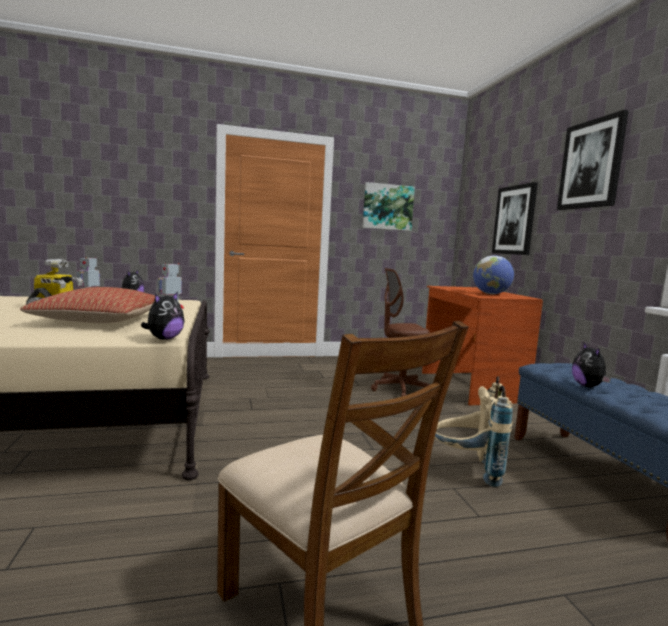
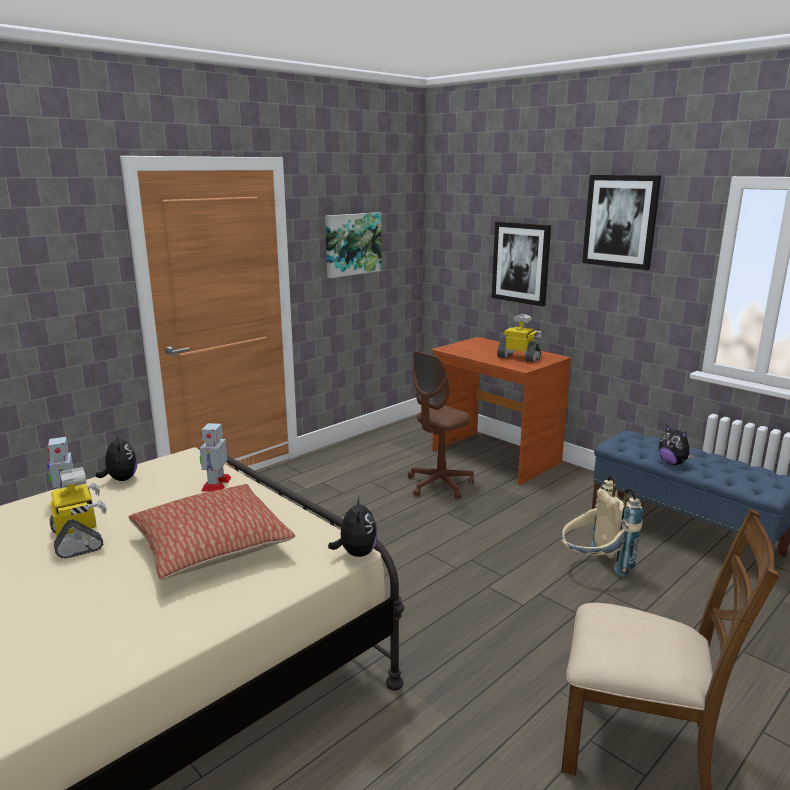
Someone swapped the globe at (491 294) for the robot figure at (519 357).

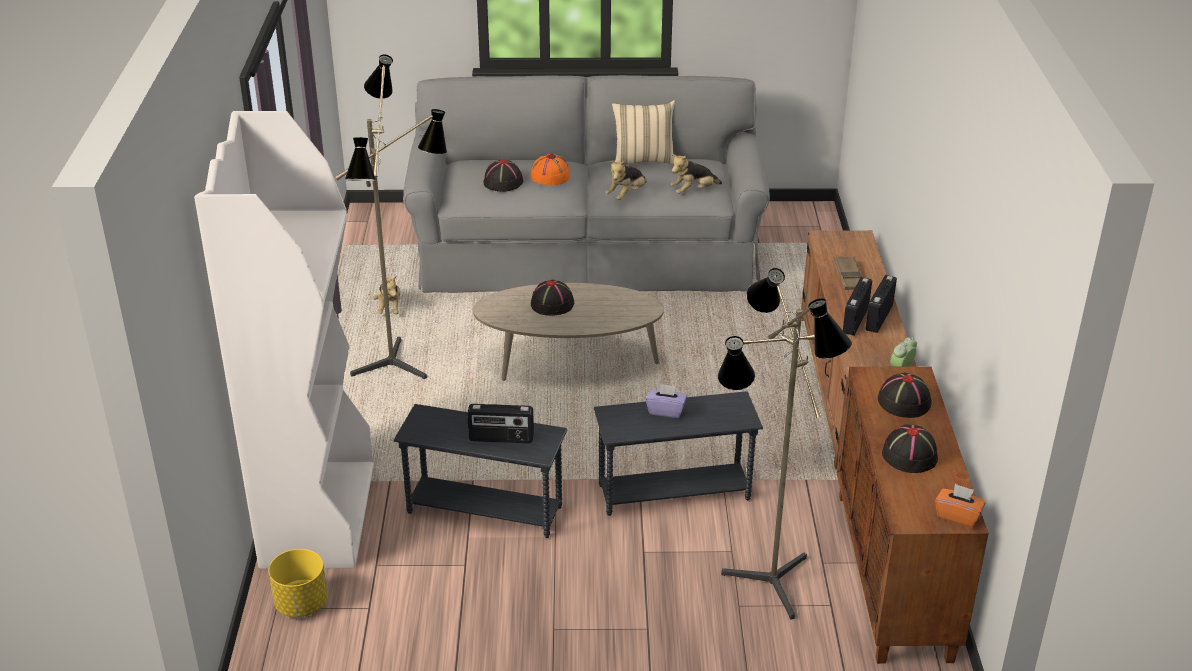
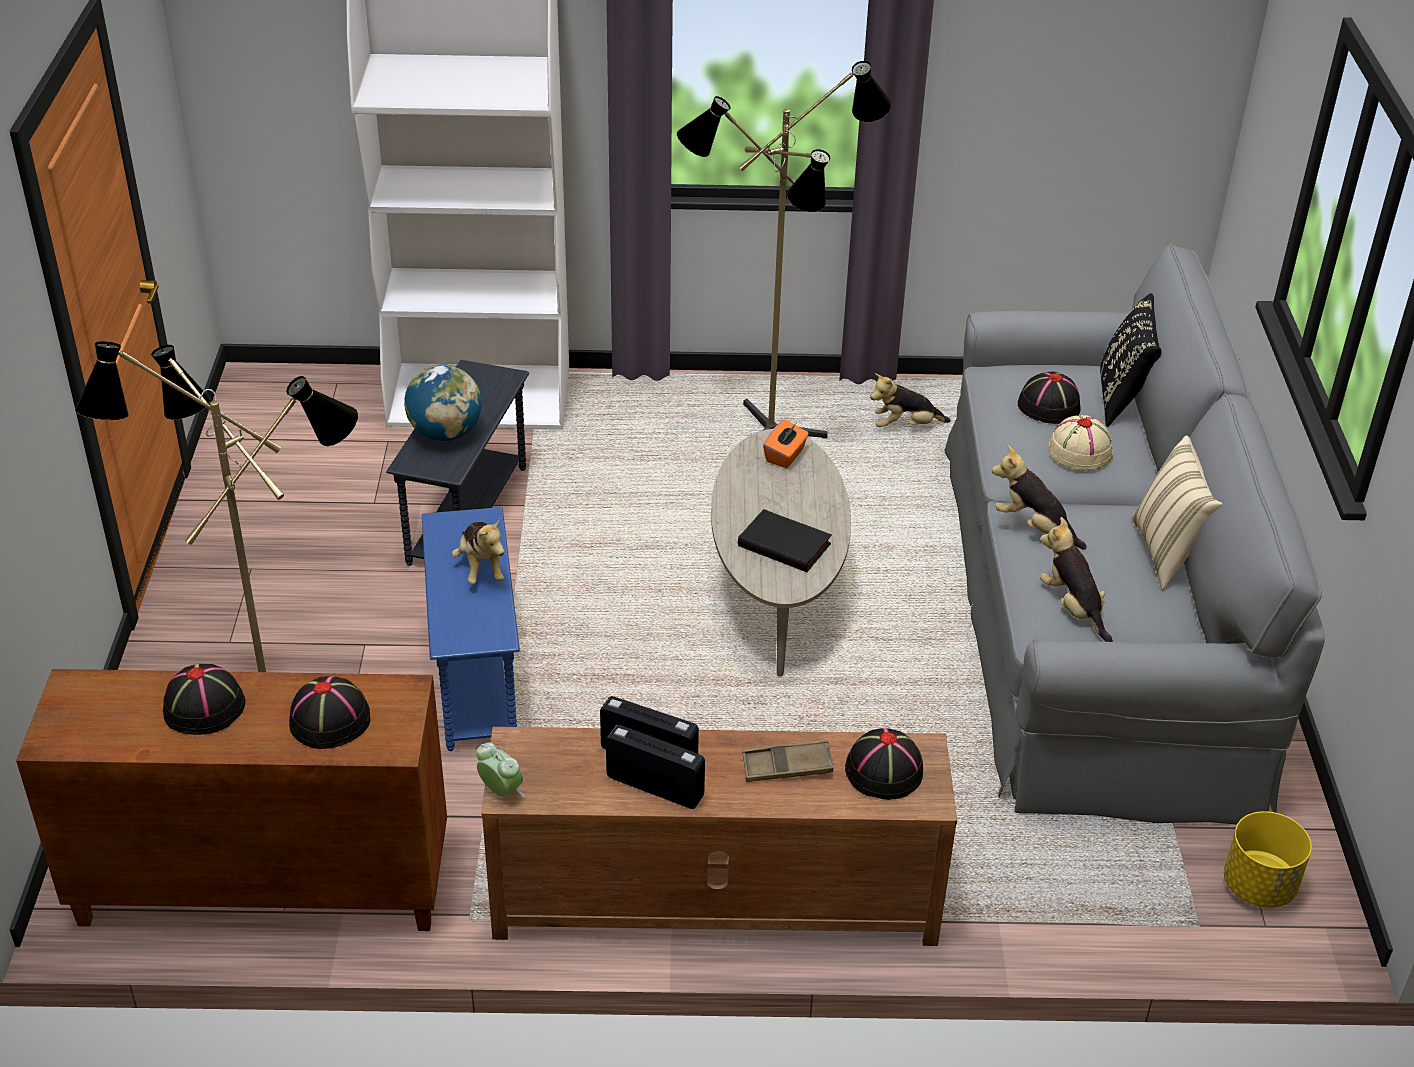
Someone repainted the orangey wearable hat at (550 176), which became the beige wearable hat at (1079 450). Someone carried the black wearable hat from (552 304) to (884 772). Someone swapped the purple-coloured tissue holder at (666 411) for the plush toy at (481 568). Someone repainted the gray end table at (674 493), which became the blue end table at (474 678). Someone swapped the radio at (501 439) for the globe at (445 433). Someone carried the orangey tissue holder from (957 516) to (785 456). Someone carried the yellow-coloured planter from (301 604) to (1258 885). Someone put down the black cushion at (1123 399). Someone put down the black book at (786 544).

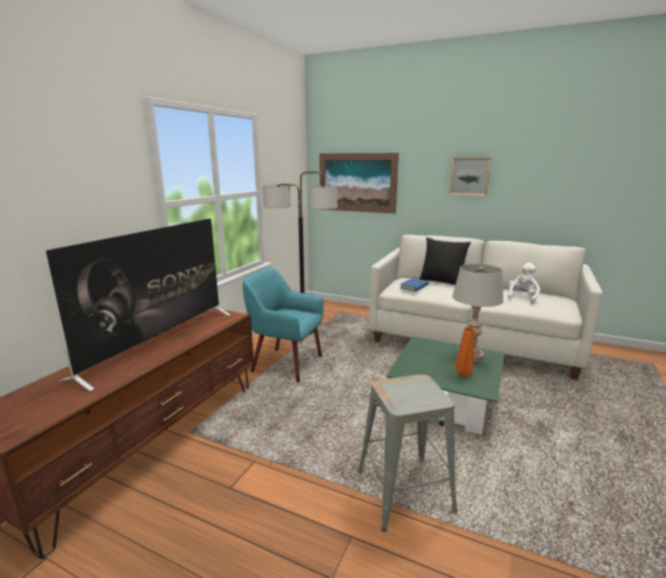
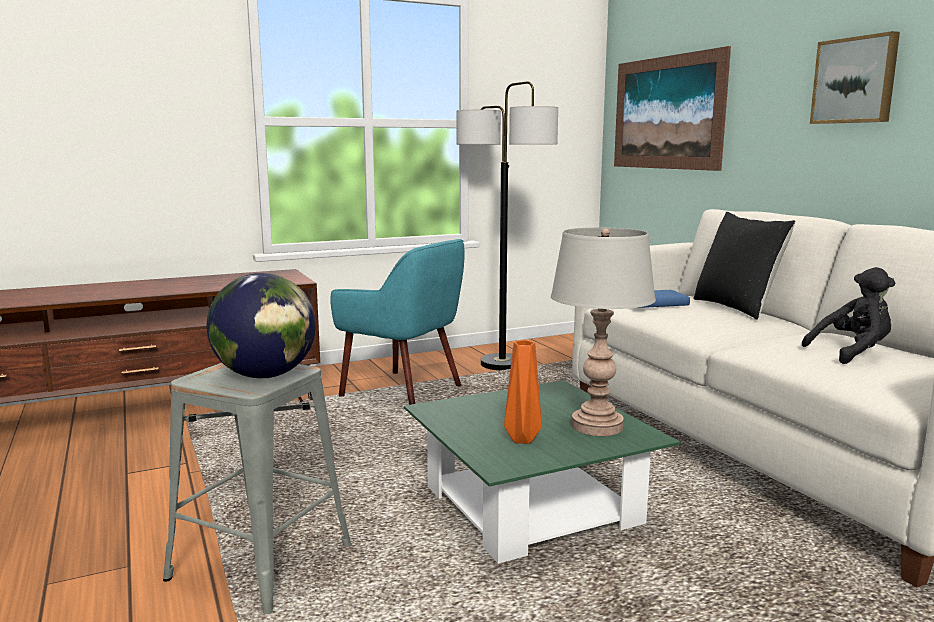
Someone took away the TV set at (160 342). Someone repainted the white-coloured plush toy at (522 297), which became the black plush toy at (852 353). Someone rotated the blue-green armchair at (286 364) by 150 degrees clockwise. Someone put down the globe at (265 376).

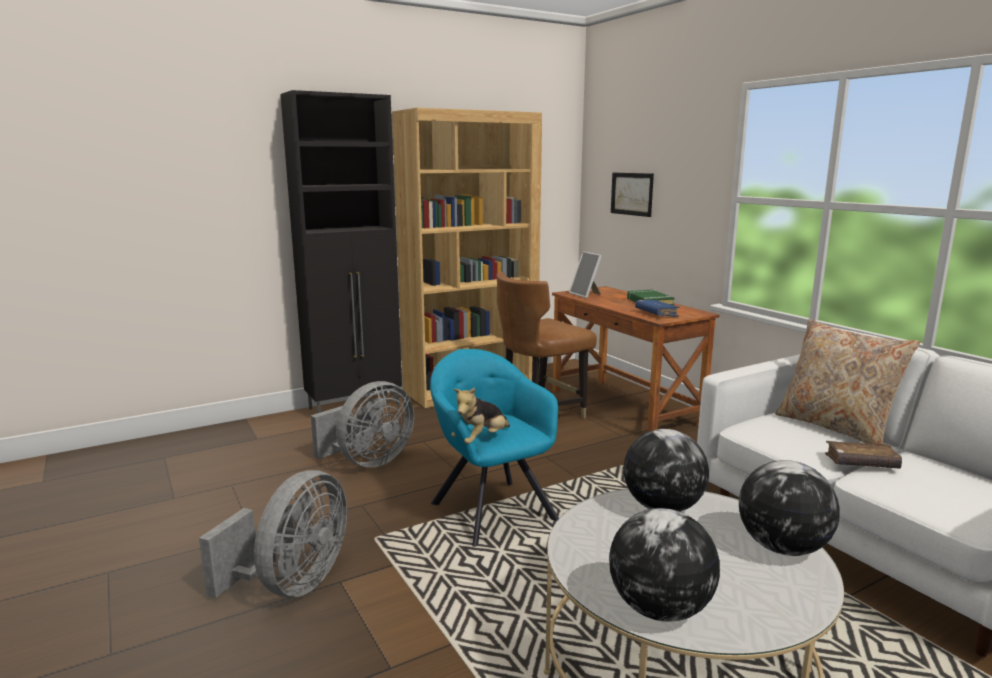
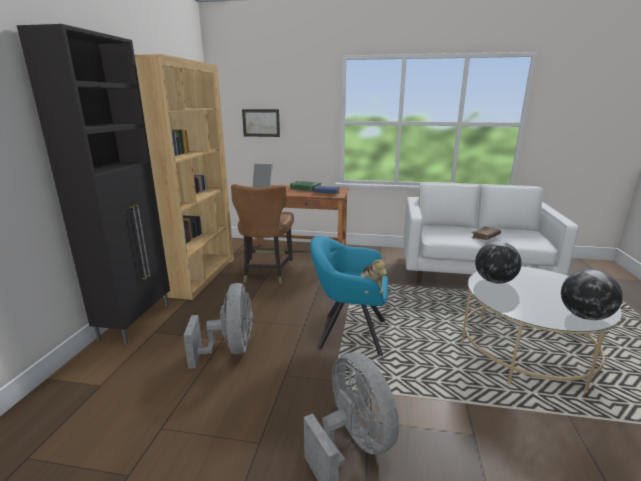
Someone took away the beige cushion at (835 427). Someone took away the globe at (782 548).

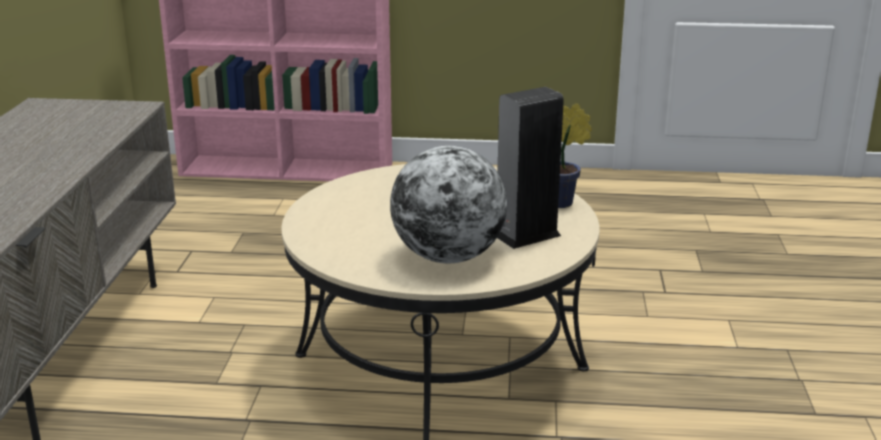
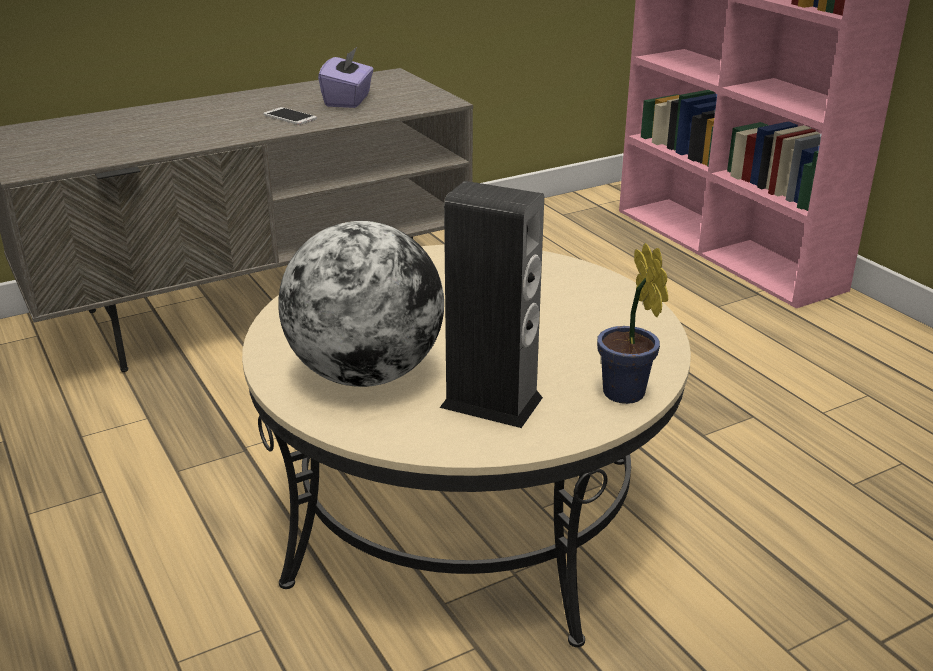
Someone put down the purple-coloured tissue holder at (348 100). Someone put down the phone at (290 117).

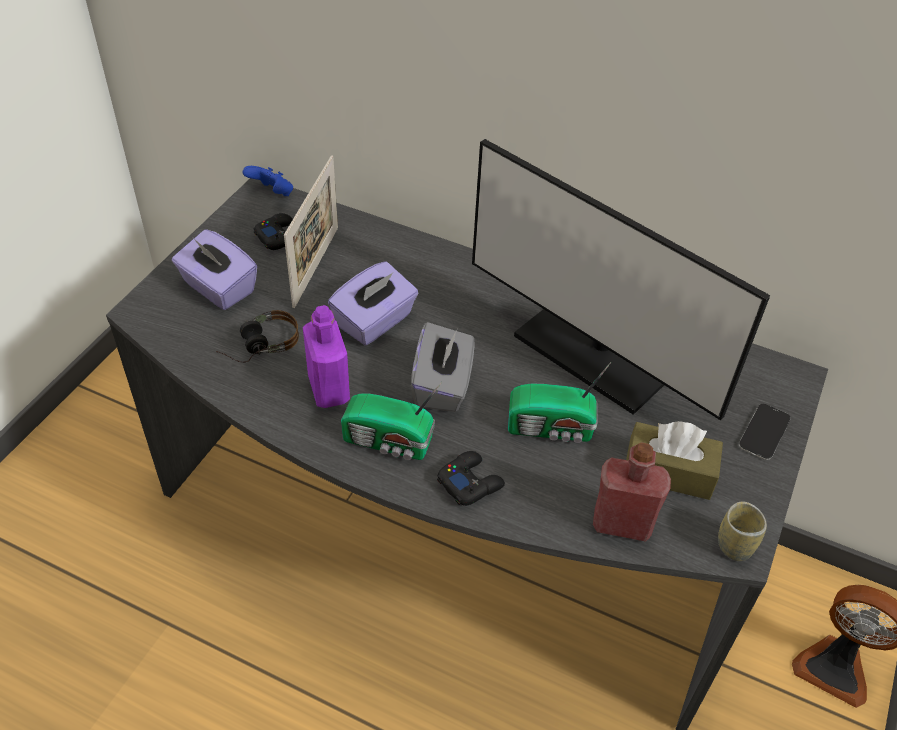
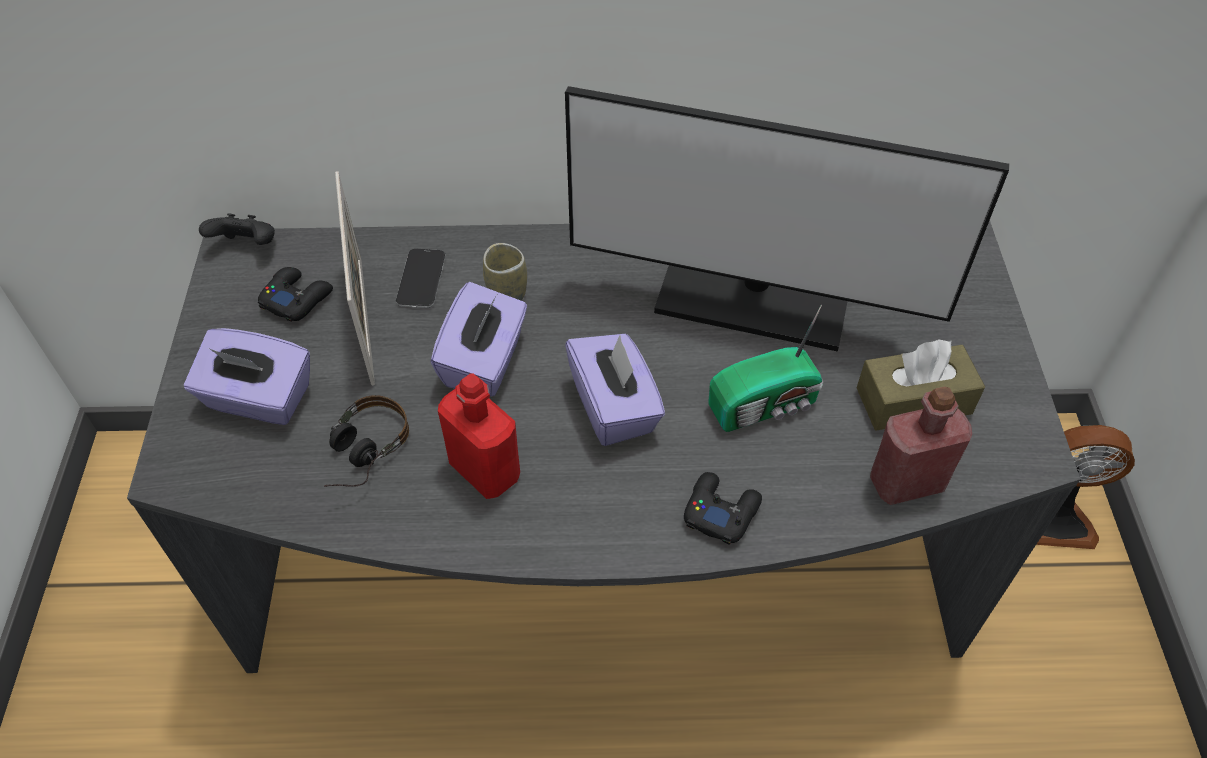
Someone repainted the blue gamepad at (272 194), which became the black gamepad at (247 246). Someone repainted the purple-coloured bottle at (329 389), which became the red-coloured bottle at (485 470). Someone repainted the gray tissue holder at (442 385), which became the purple-coloured tissue holder at (614 407). Someone took away the radio at (389 442). Someone carried the phone from (764 432) to (421 279). Someone carried the drinking cup from (734 546) to (507 292).

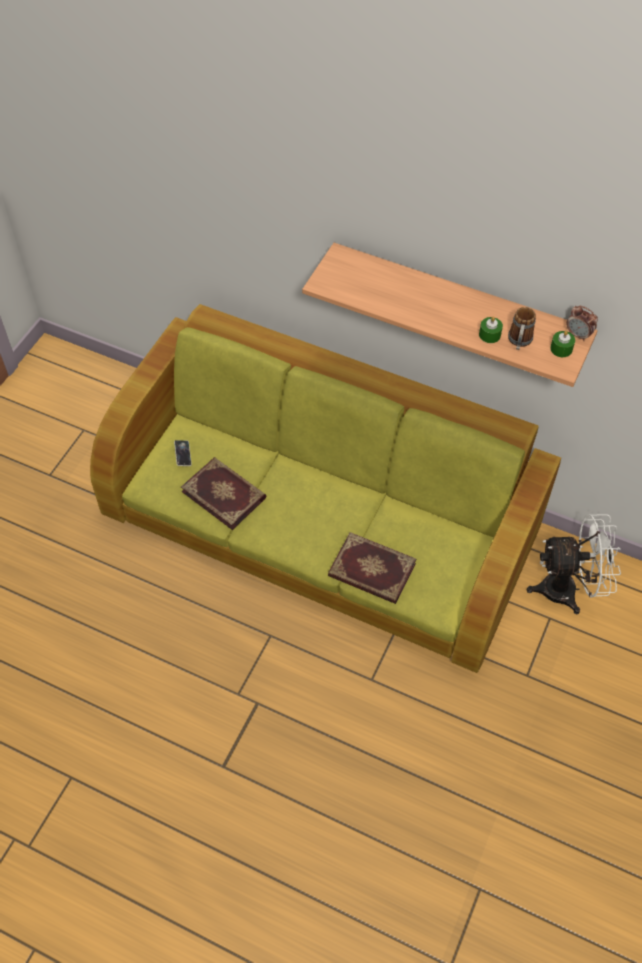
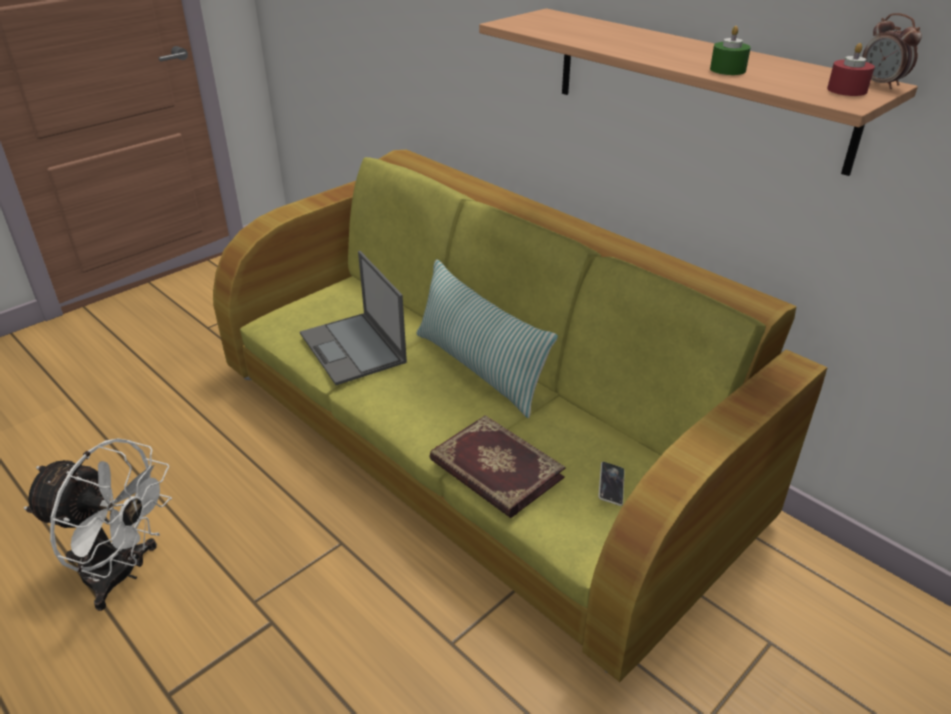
Someone took away the tea mug at (519 342). Someone repainted the green candle at (561 349), which became the red-coloured candle at (847 90). Someone carried the phone from (183 454) to (611 486). Someone swapped the book at (224 494) for the notebook computer at (353 348). Someone carried the white-coloured electric fan from (568 589) to (122 574). Someone put down the cushion at (479 368).

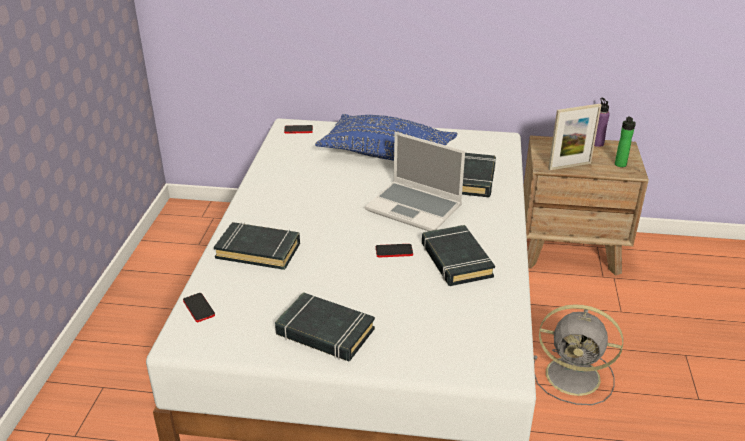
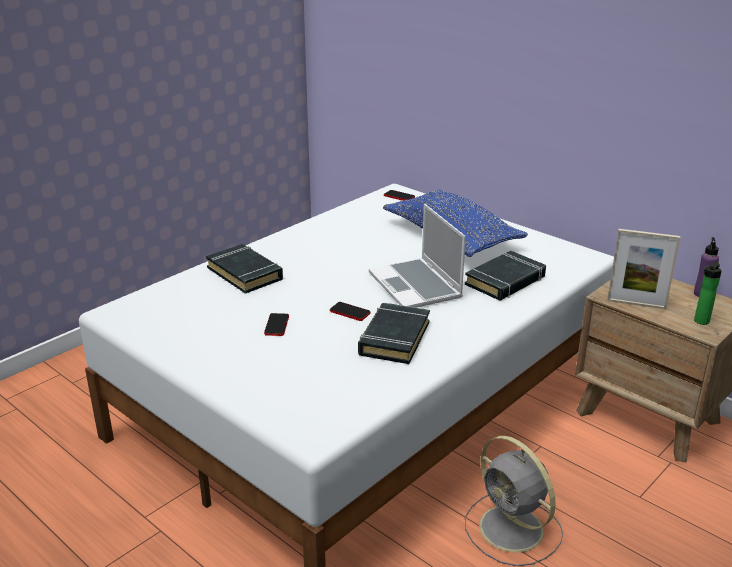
Someone took away the black book at (324 332). Someone carried the phone from (199 308) to (276 325).

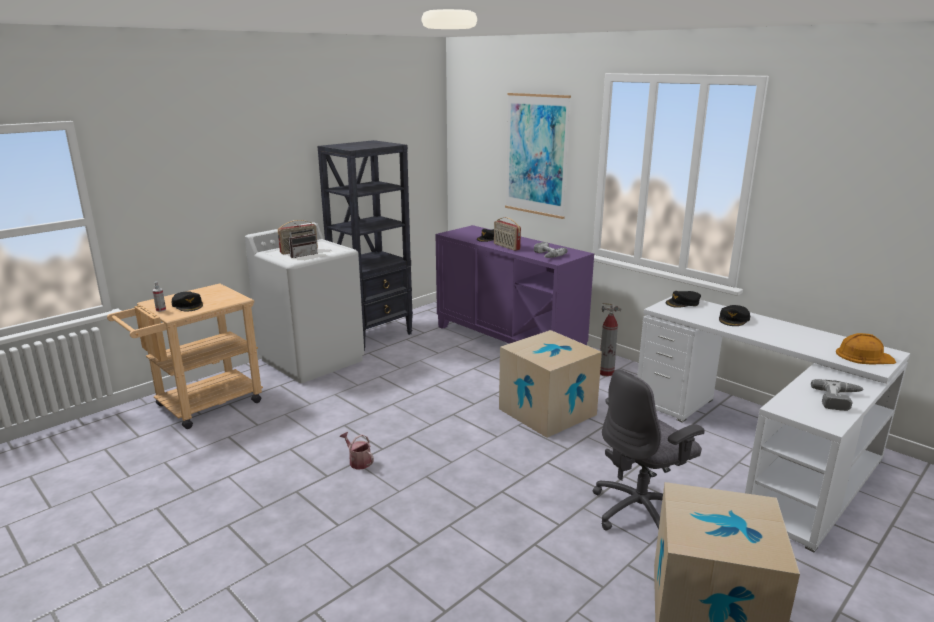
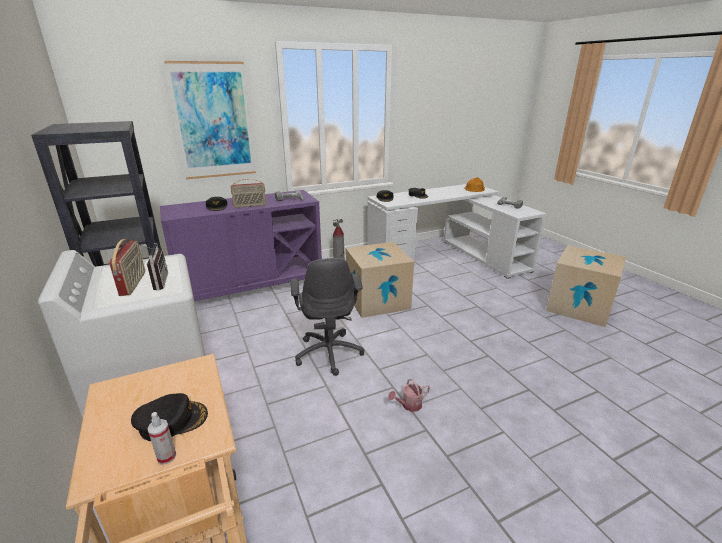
Someone carried the gray office chair from (640 511) to (329 352).

